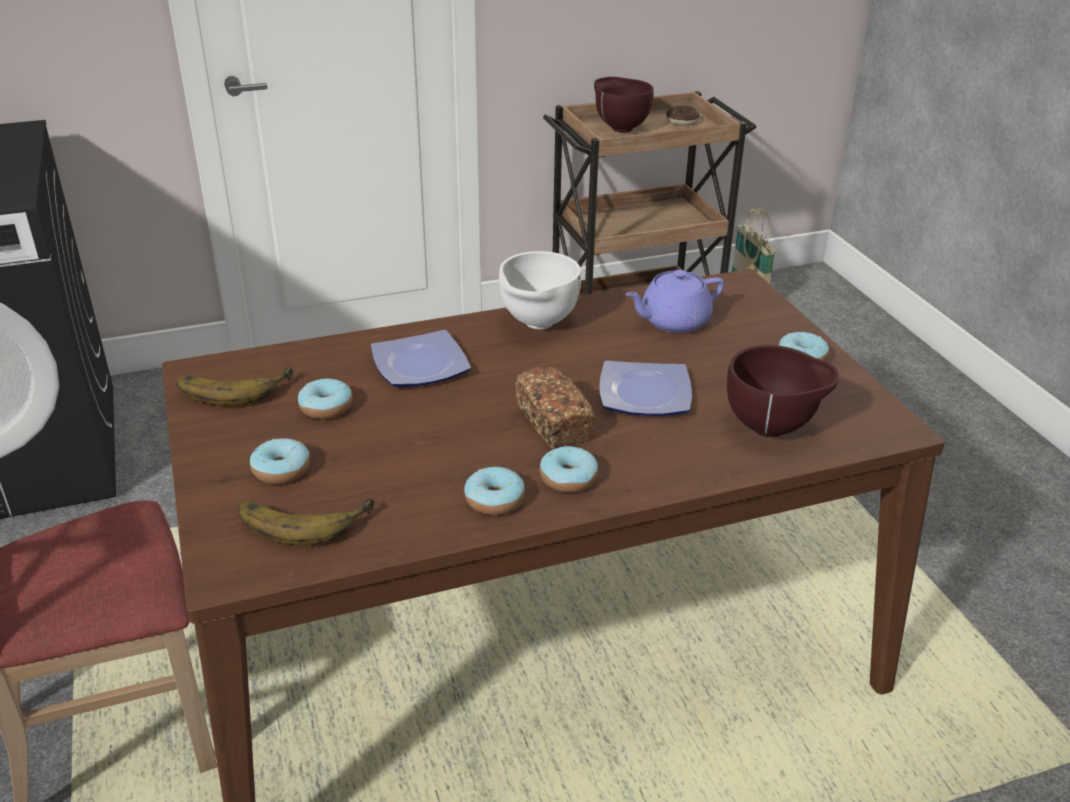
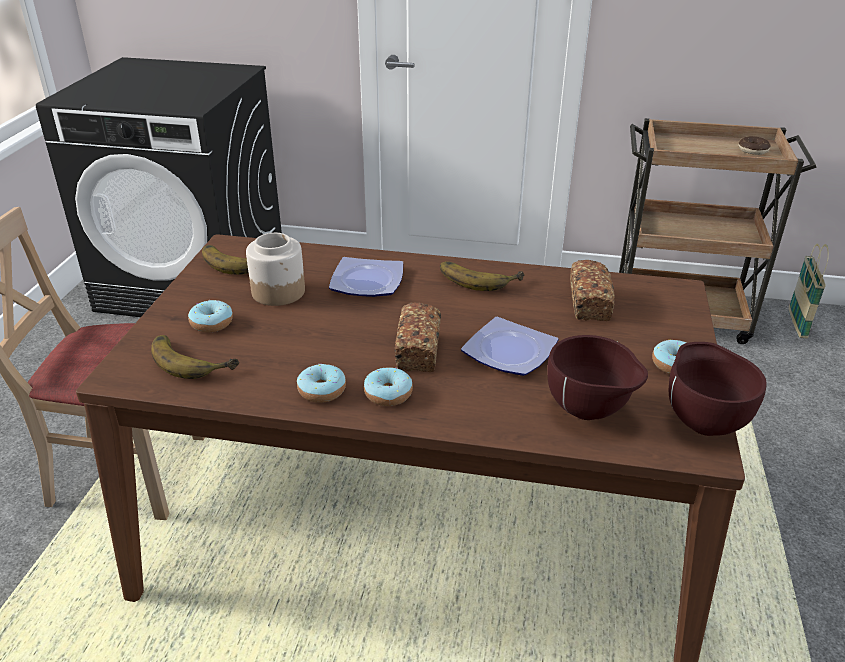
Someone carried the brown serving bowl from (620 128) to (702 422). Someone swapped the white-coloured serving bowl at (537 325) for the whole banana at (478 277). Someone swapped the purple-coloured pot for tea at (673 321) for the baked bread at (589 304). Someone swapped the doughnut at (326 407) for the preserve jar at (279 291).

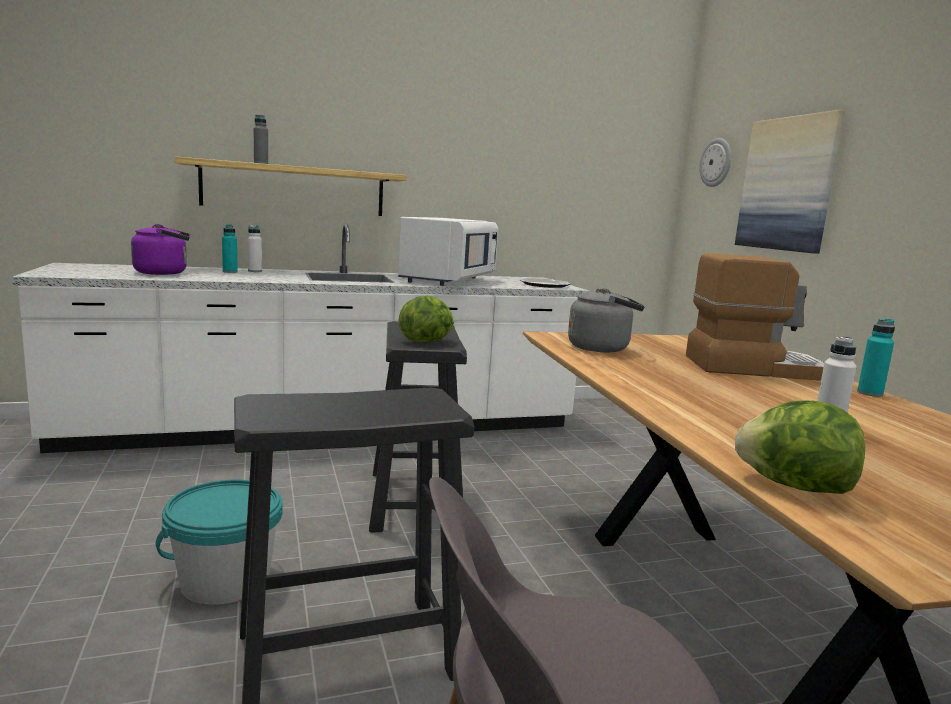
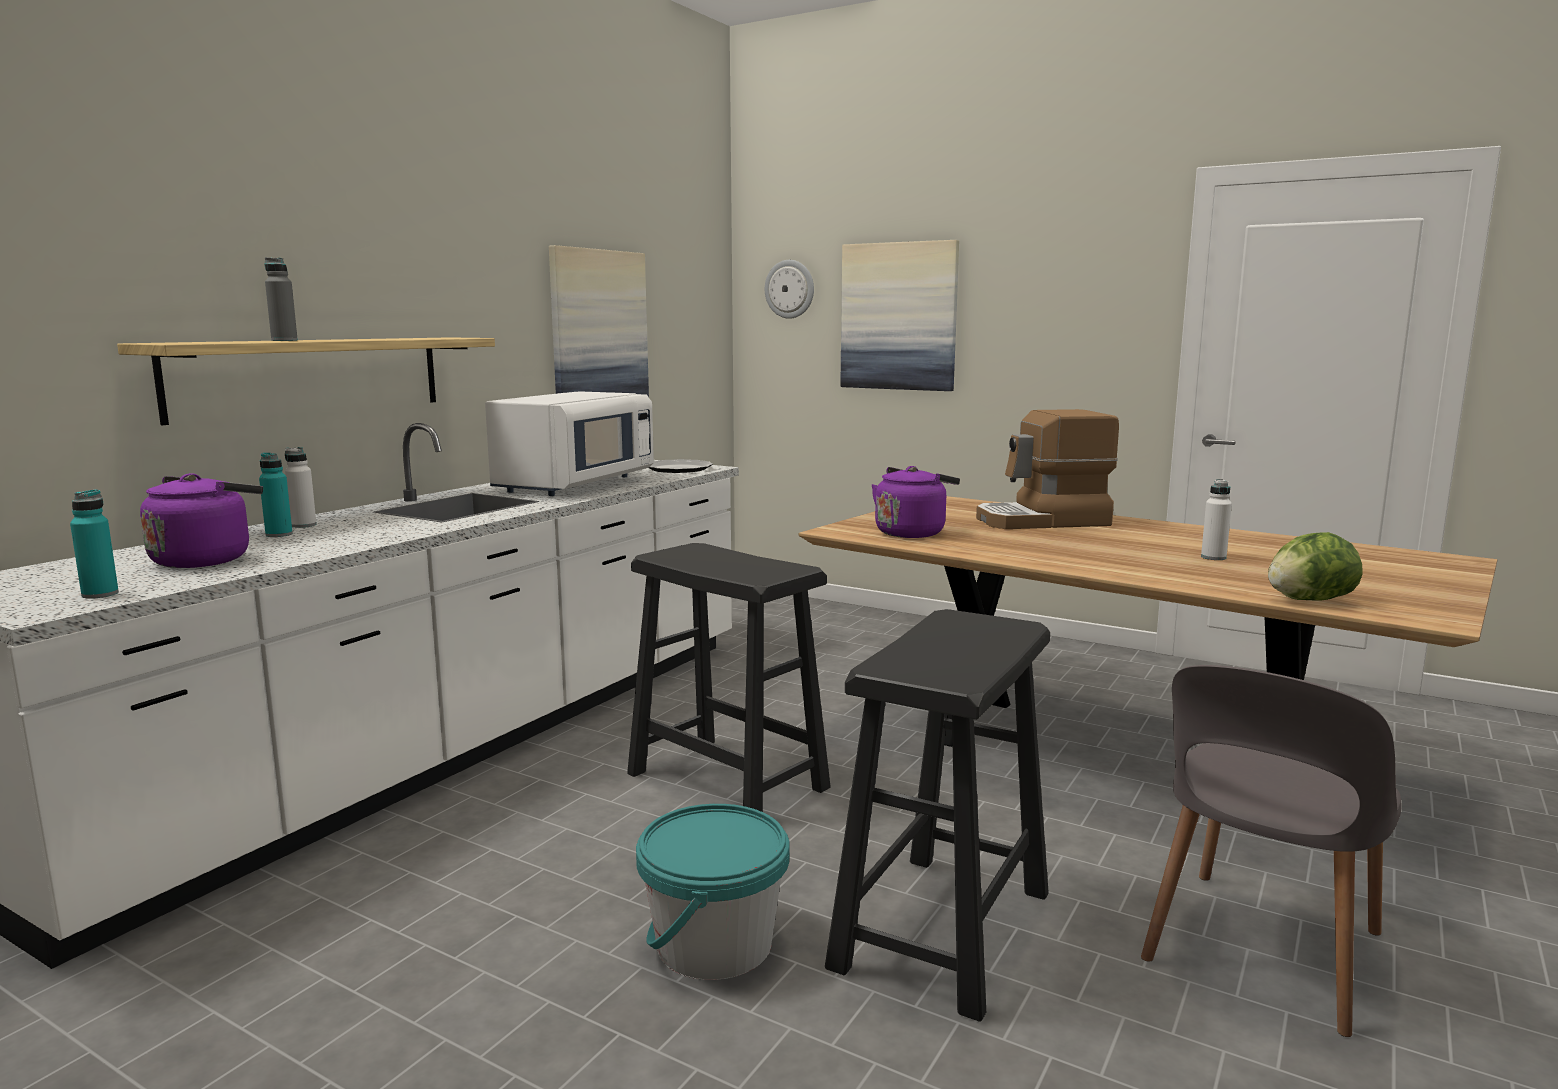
Someone rotated the white-coloured microwave oven at (448 280) by 45 degrees clockwise. Someone rotated the coffee machine at (752 367) by 150 degrees counterclockwise. Someone repainted the gray kettle at (602 348), which became the purple-coloured kettle at (912 532). Someone took away the lettuce head at (427 341). Someone carried the blue-green bottle from (869 393) to (100 594). Someone put up the wall art at (598 330).

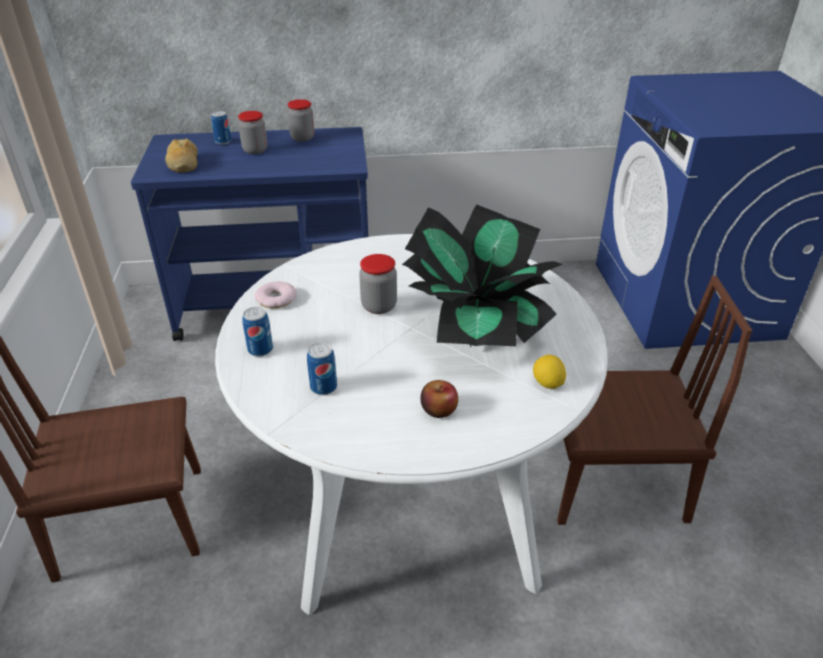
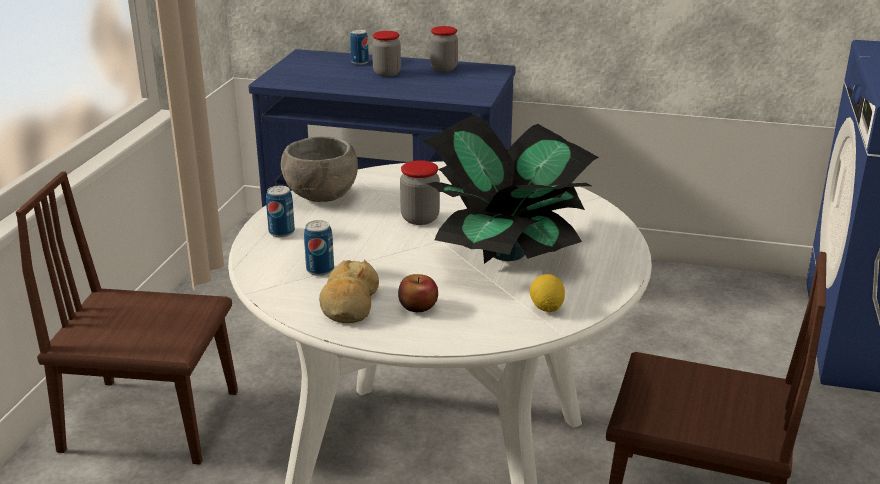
Someone carried the baked bread from (183 164) to (349 304). Someone swapped the doughnut at (276 299) for the gray serving bowl at (323 197).

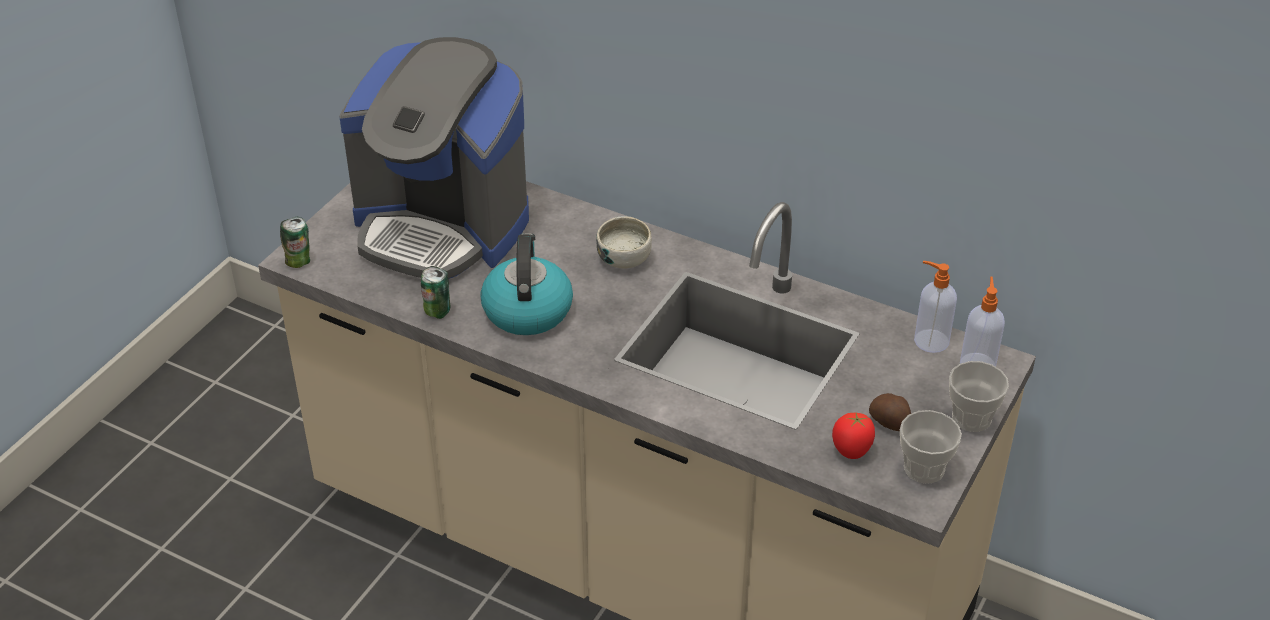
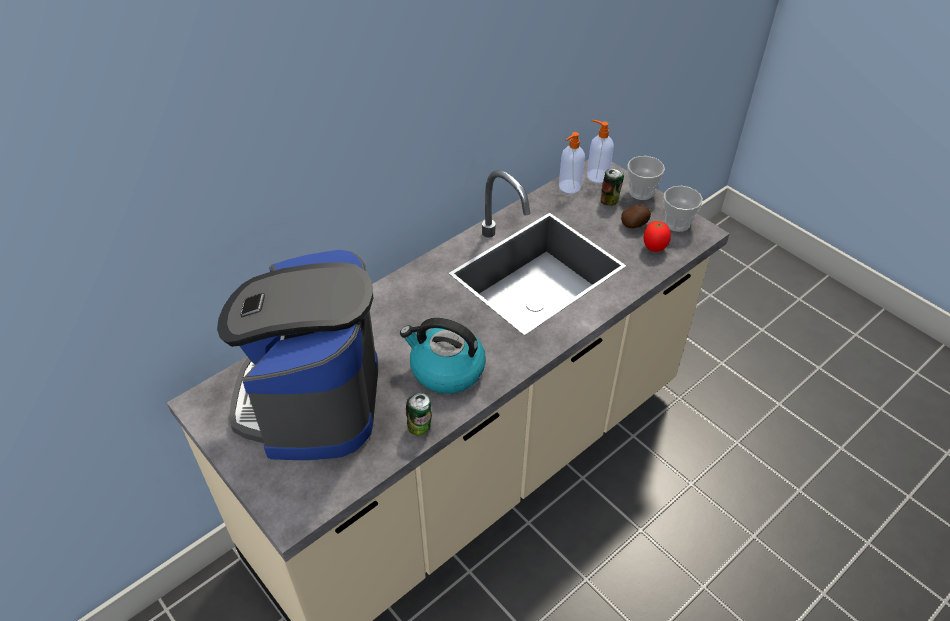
Someone rotated the coffee machine at (442 226) by 135 degrees clockwise. Someone took away the serving bowl at (624 258). Someone carried the metal can from (299 261) to (609 200).

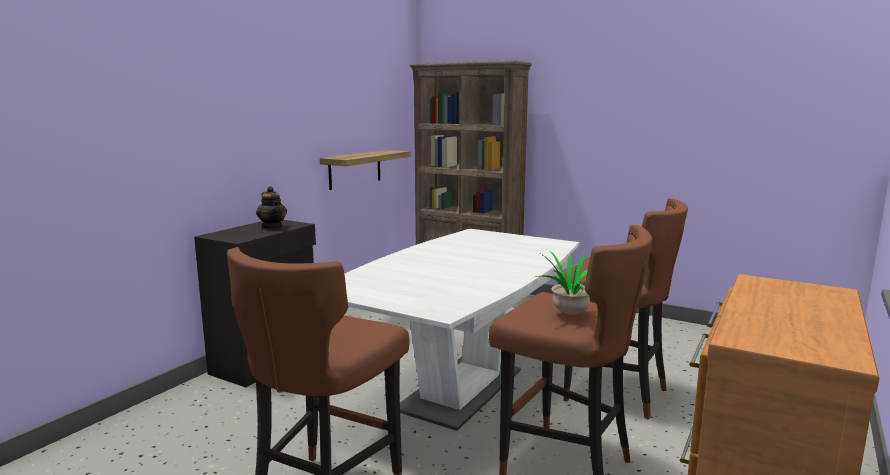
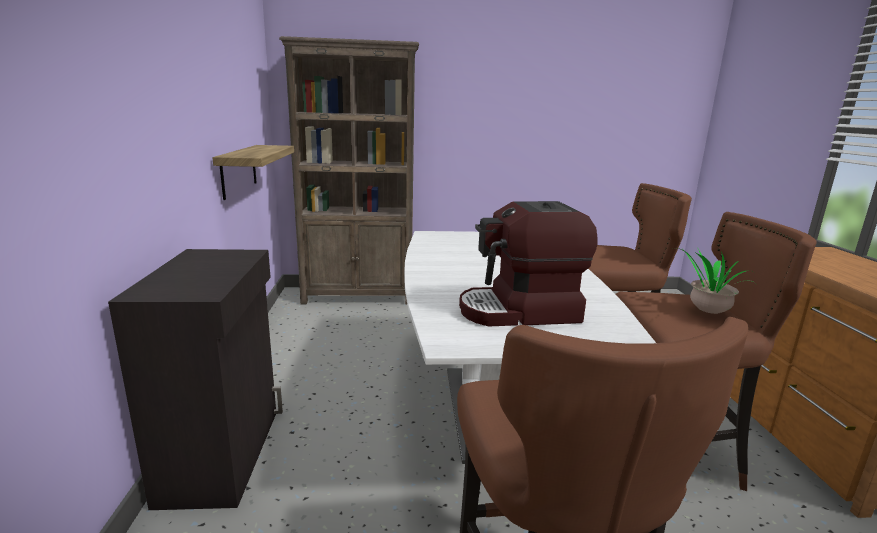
Someone took away the pot for tea at (272 226). Someone put down the coffee machine at (520 311).

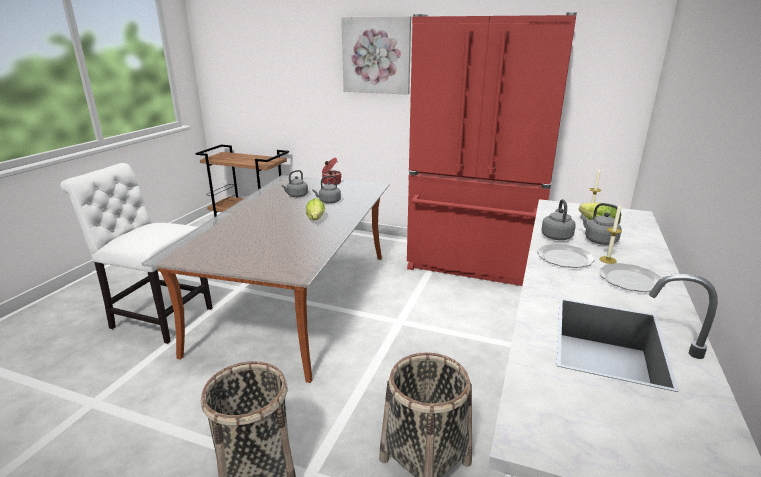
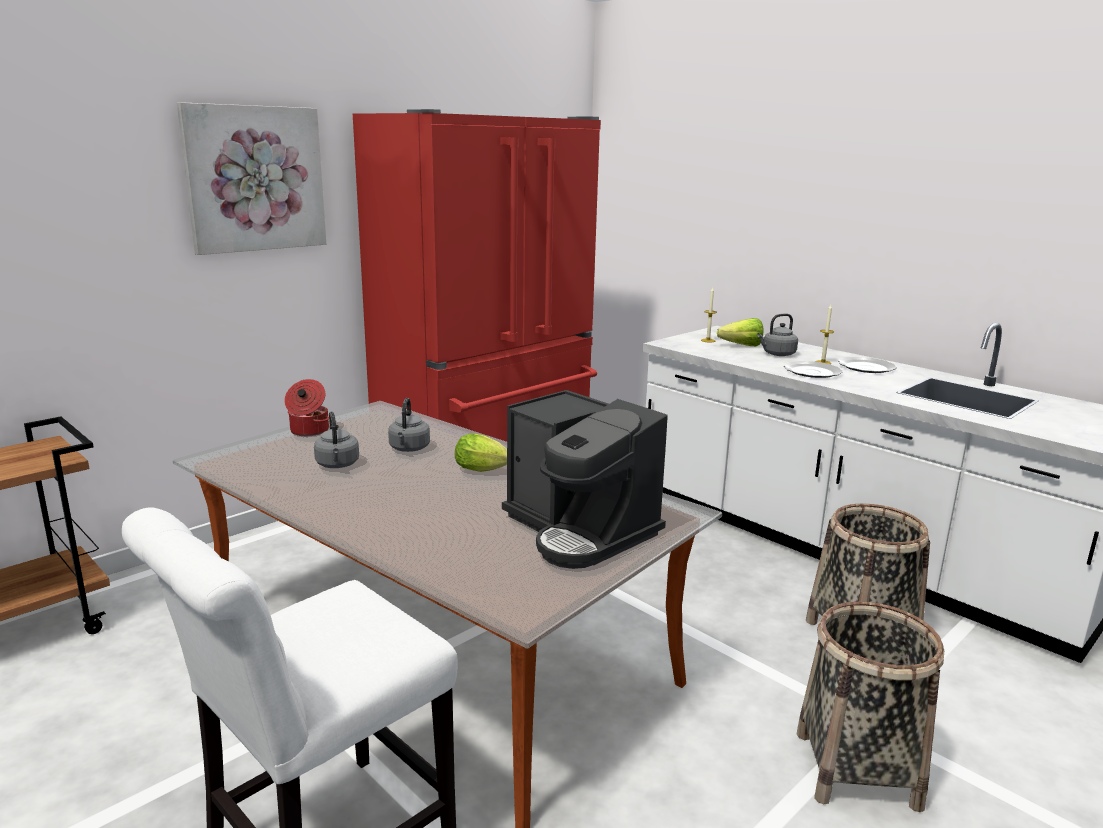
Someone took away the gray kettle at (556 236). Someone put down the coffee machine at (580 530).

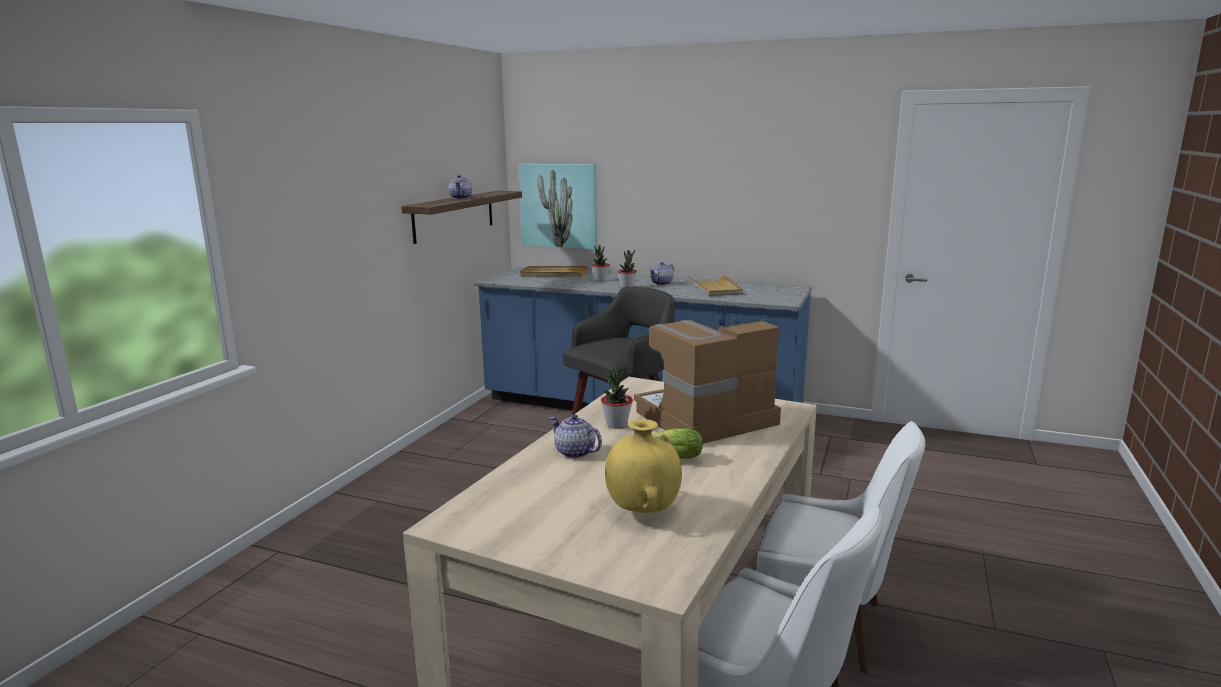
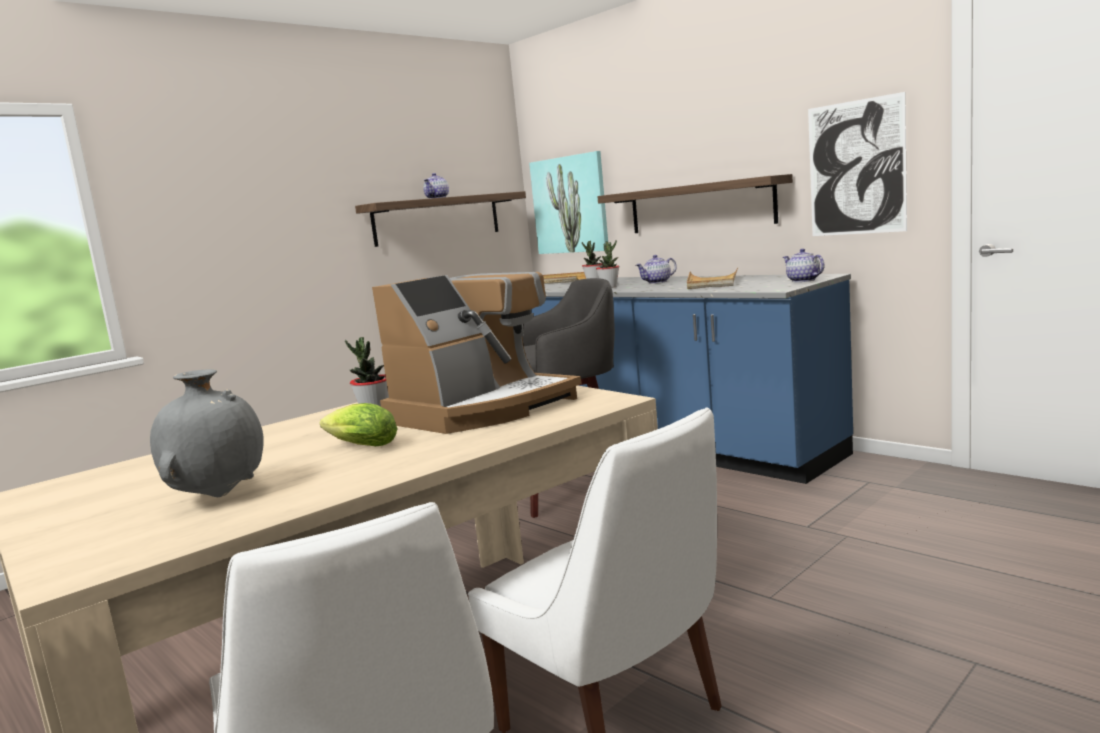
Someone rotated the coffee machine at (705 419) by 135 degrees clockwise. Someone carried the pot for tea from (574 452) to (802 280). Someone repainted the yellow-coloured vase at (643 511), which became the gray vase at (219 496). Someone put up the wall art at (856 168). Someone put up the shelf at (700 206).

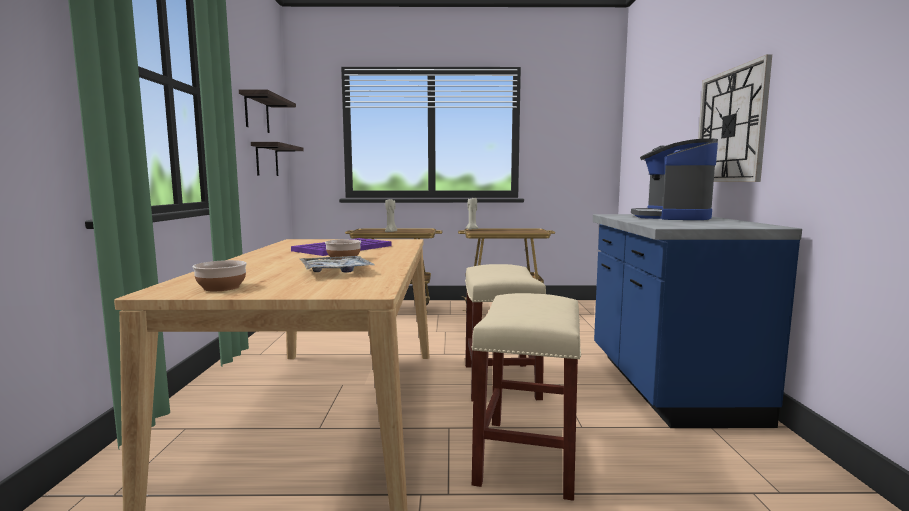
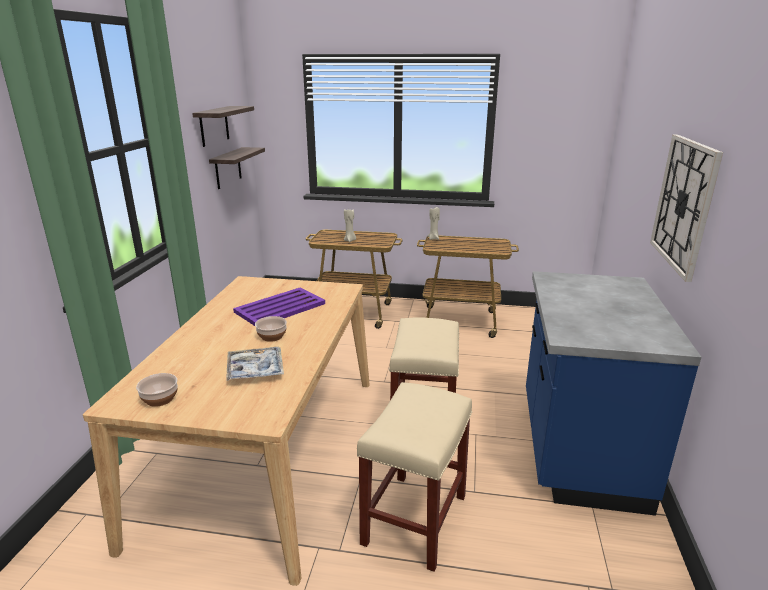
Someone took away the coffee machine at (671 217).

